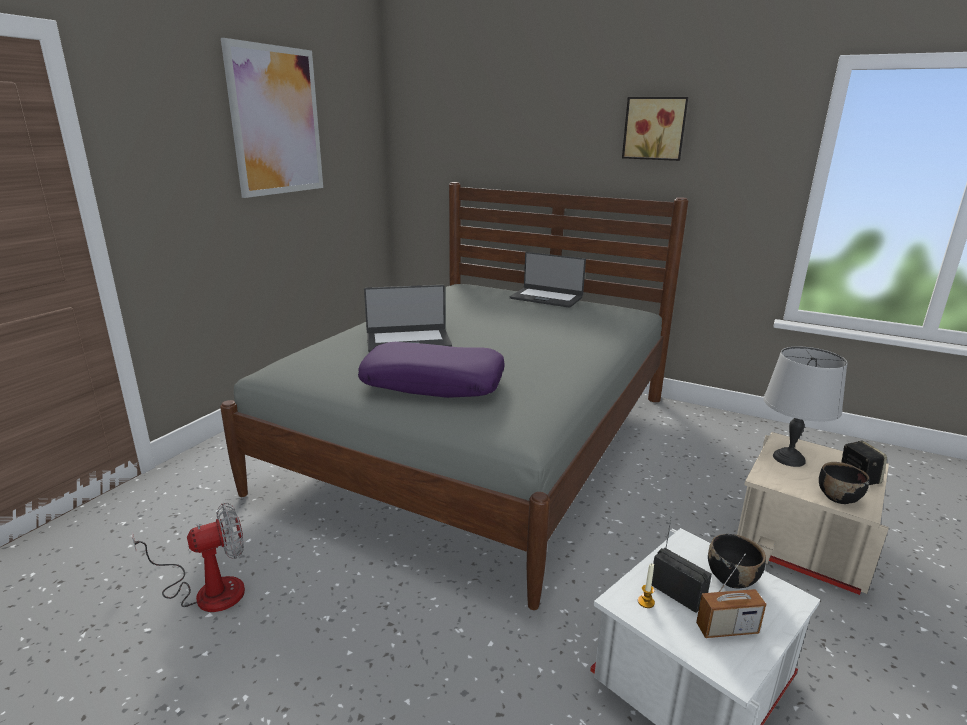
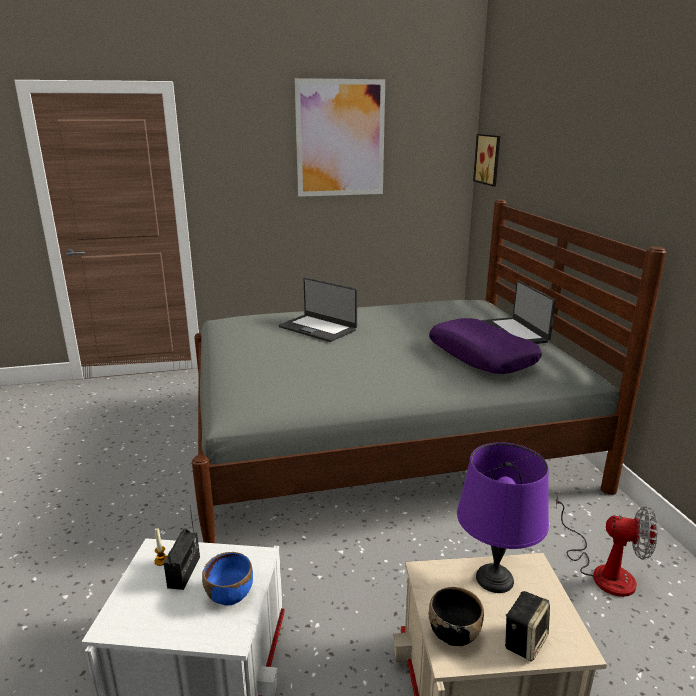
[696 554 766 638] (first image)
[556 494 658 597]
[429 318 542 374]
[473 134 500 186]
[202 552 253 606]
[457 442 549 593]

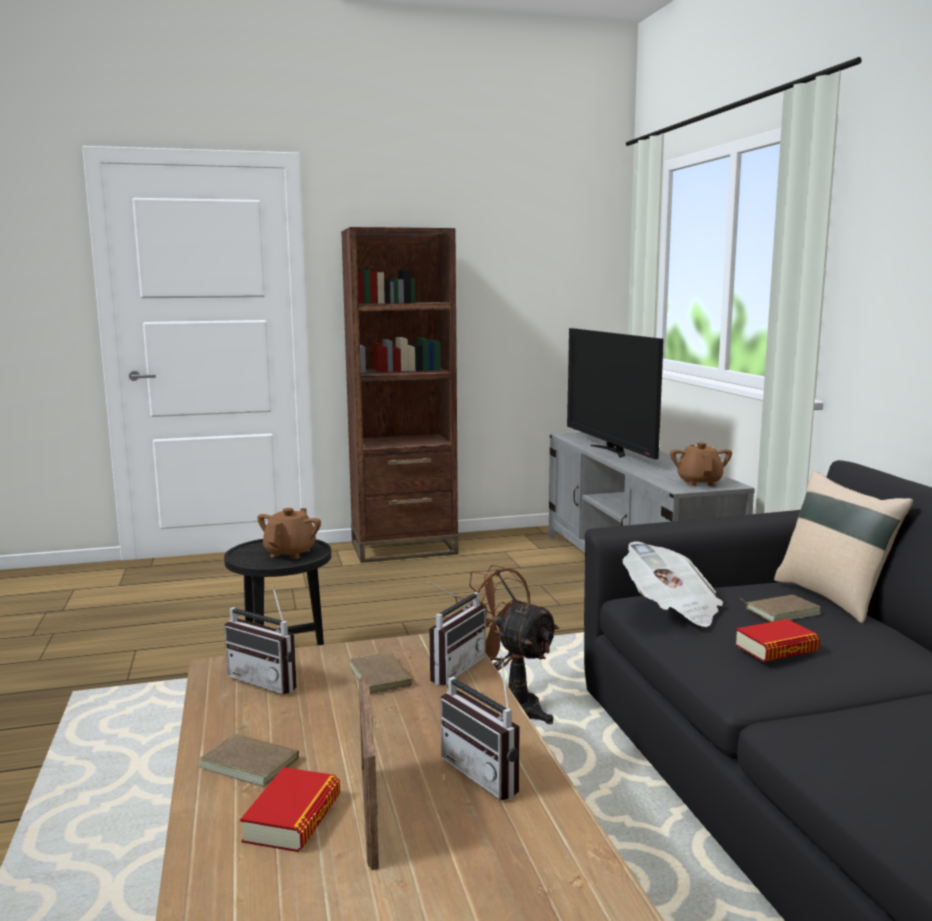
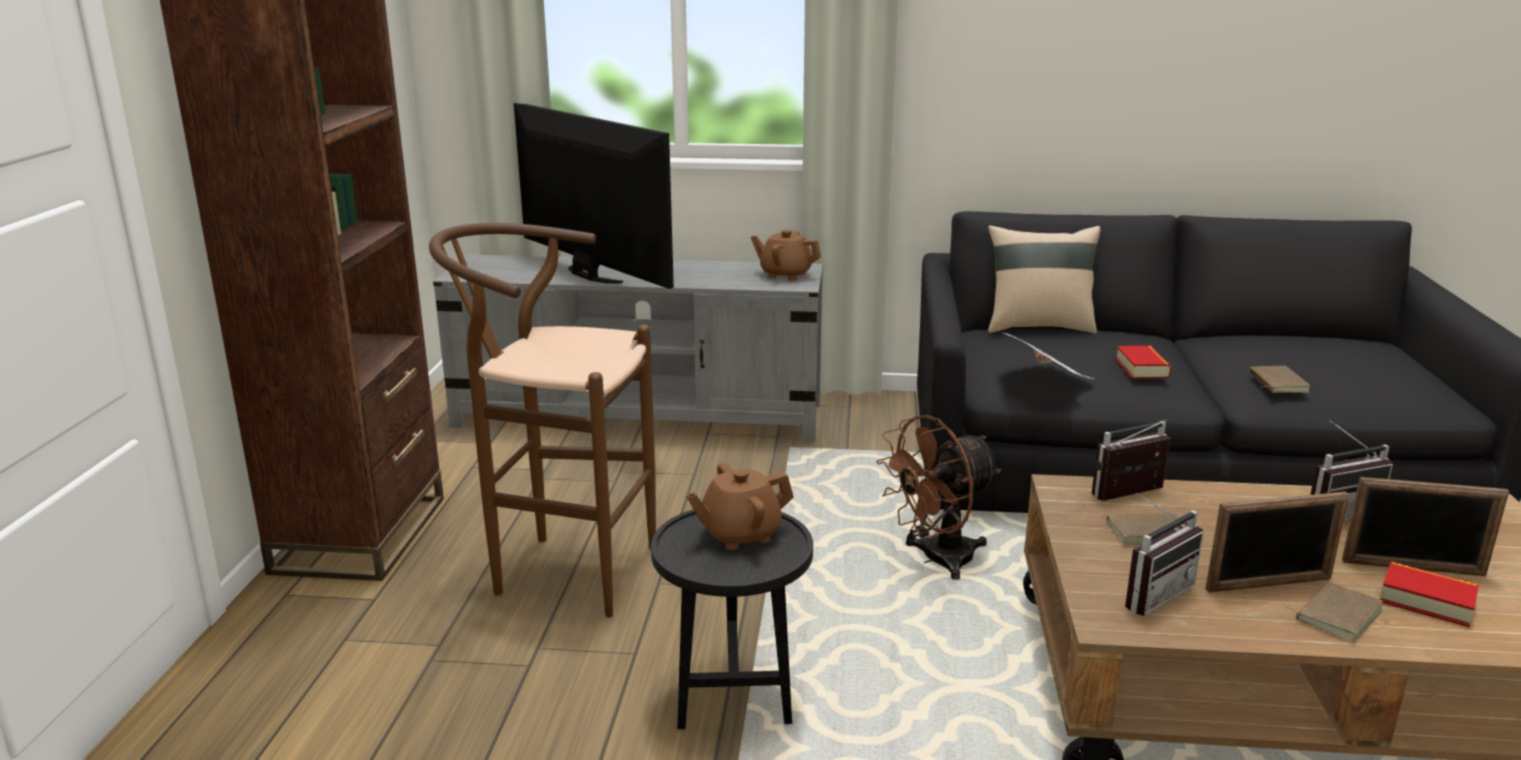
[429 223 656 618]
[1205 492 1349 593]
[1250 366 1311 393]
[686 463 794 550]
[1092 420 1170 501]
[514 103 674 289]

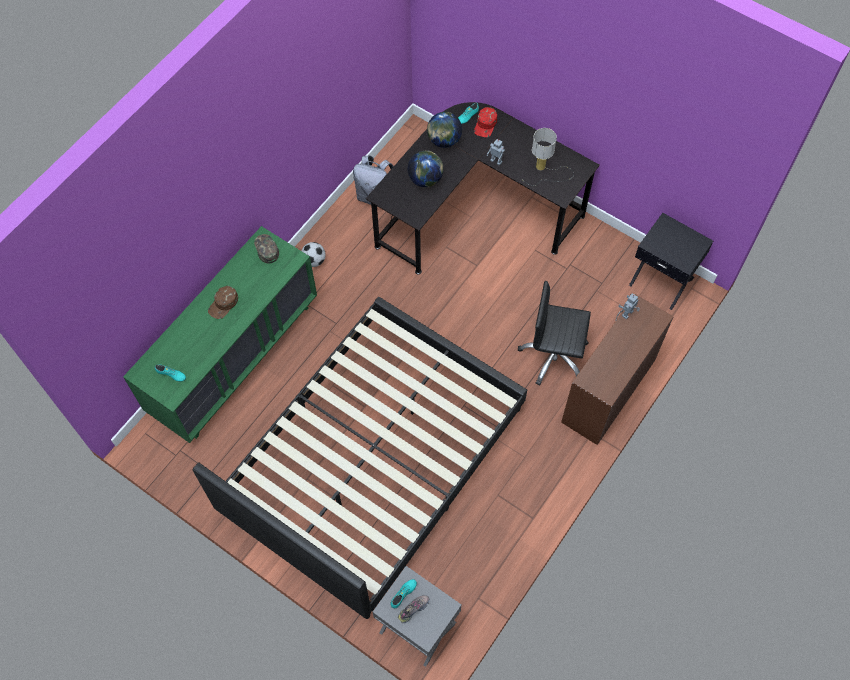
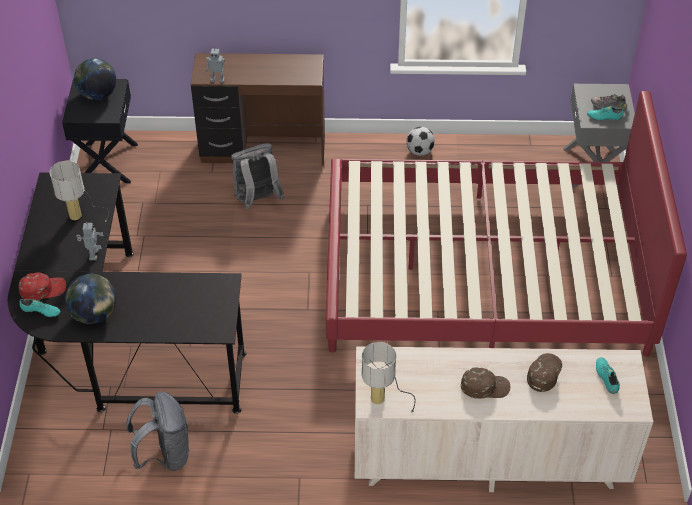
[527 353 562 392]
[406 127 435 156]
[74 58 116 100]
[361 342 416 413]
[231 143 285 210]
[355 346 653 492]
[326 91 687 357]

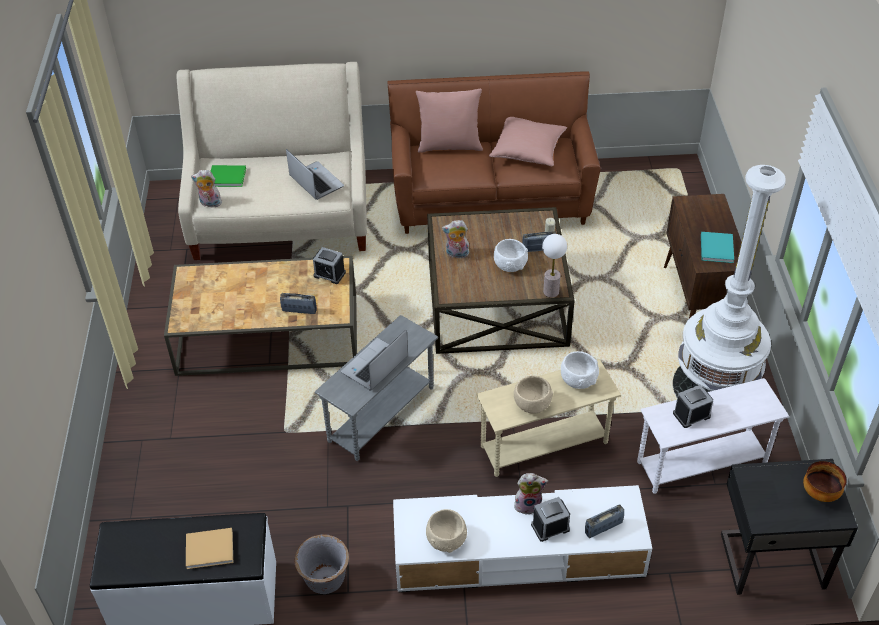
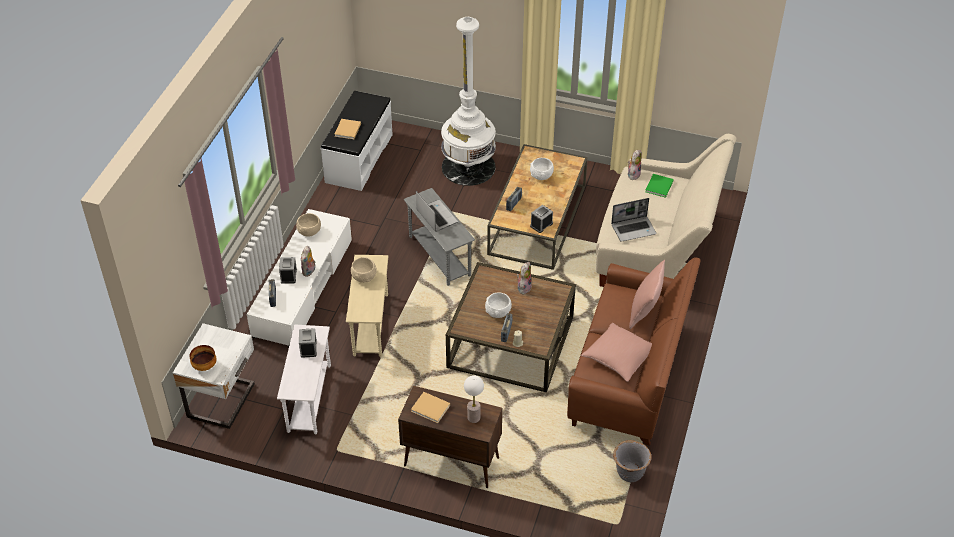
[613 440 651 482]
[464 375 484 423]
[530 158 554 180]
[441 17 496 186]
[411 392 450 423]
[173 323 255 429]

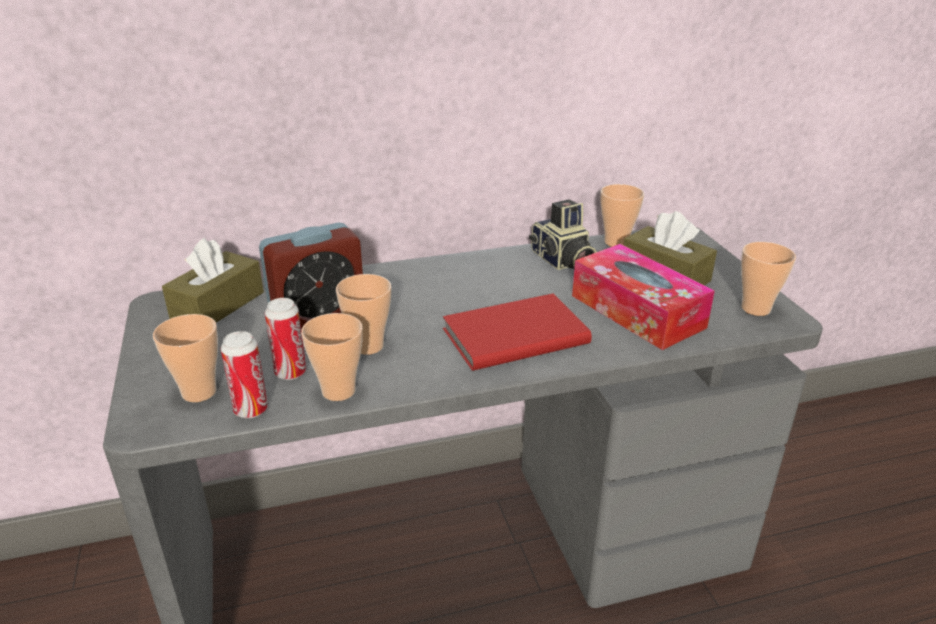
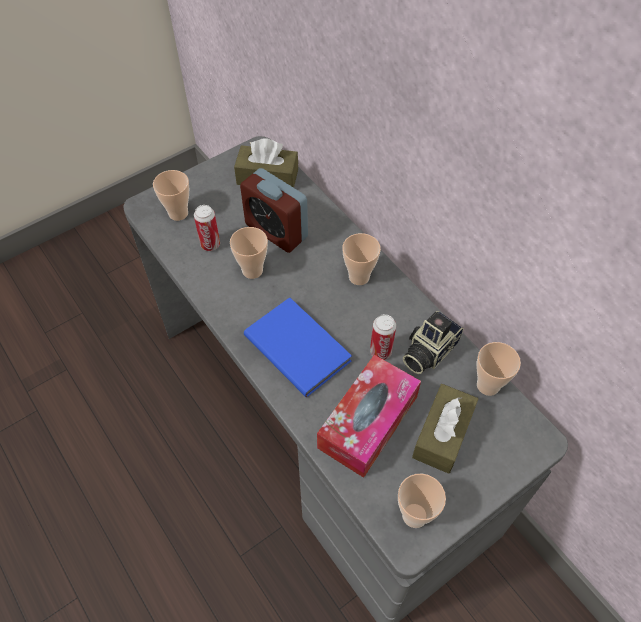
[370 314 396 360]
[342 233 381 285]
[244 297 352 397]

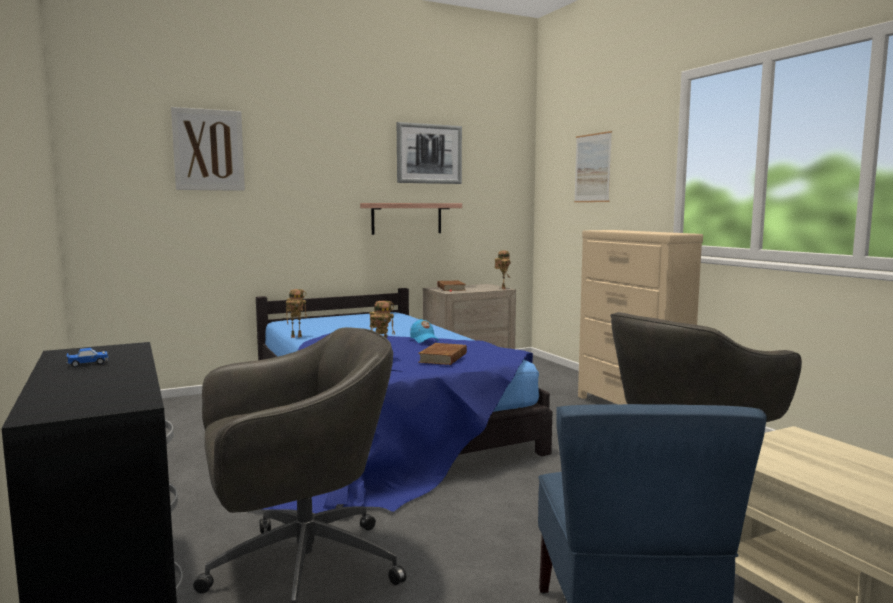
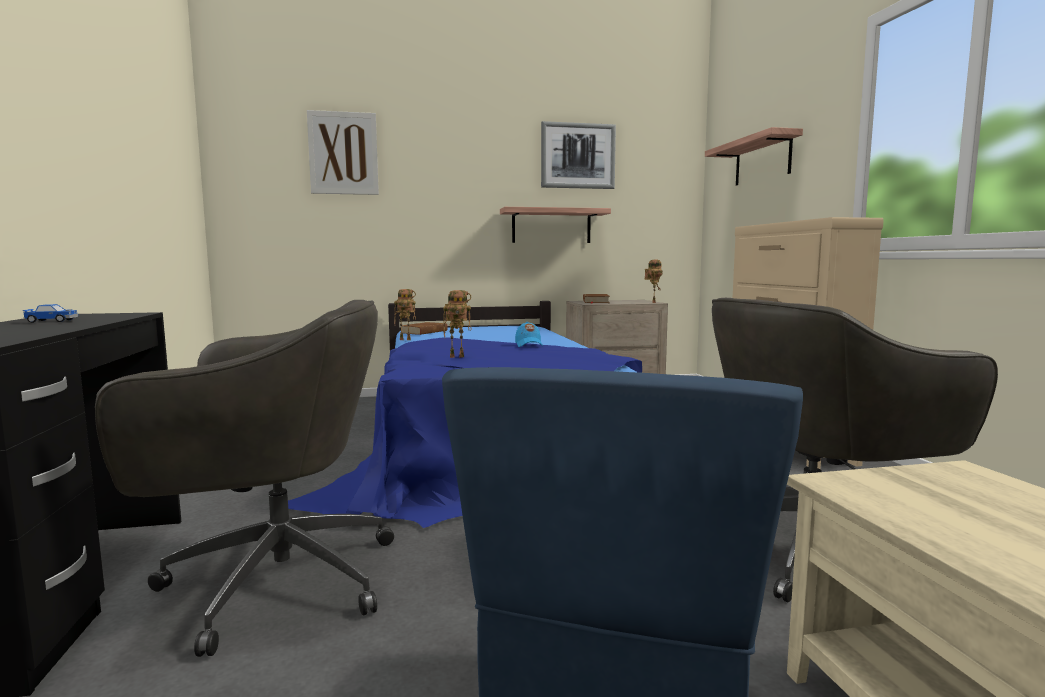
[402 322 448 335]
[705 127 803 186]

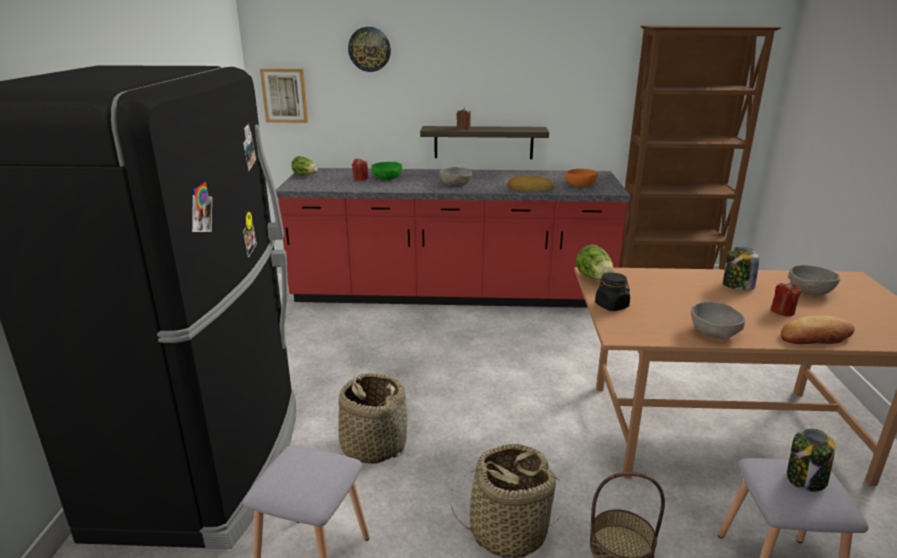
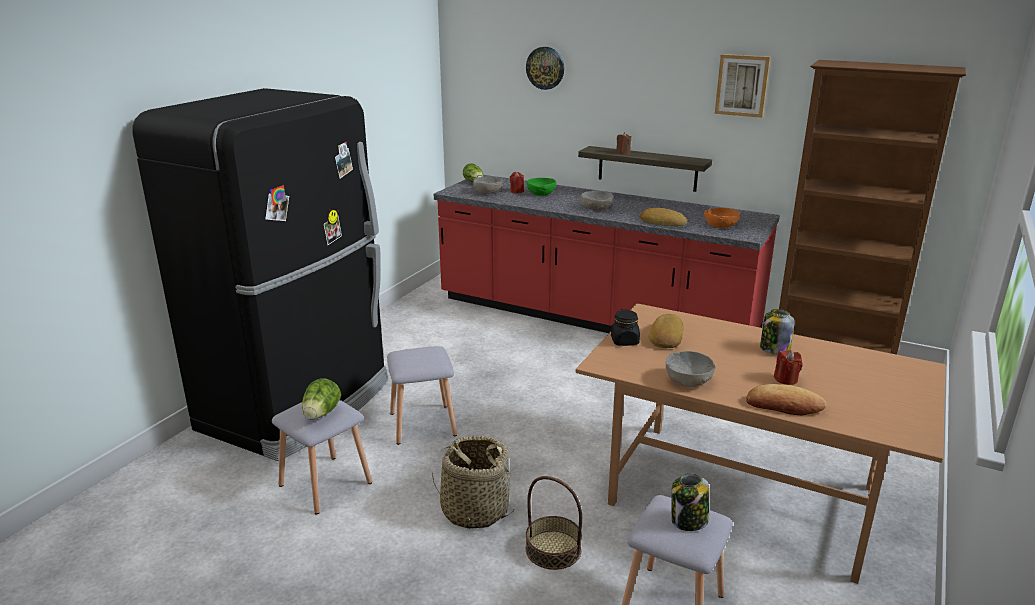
[648 314 683 348]
[715 54 771 118]
[302 378 341 420]
[473 176 502 194]
[387 346 457 445]

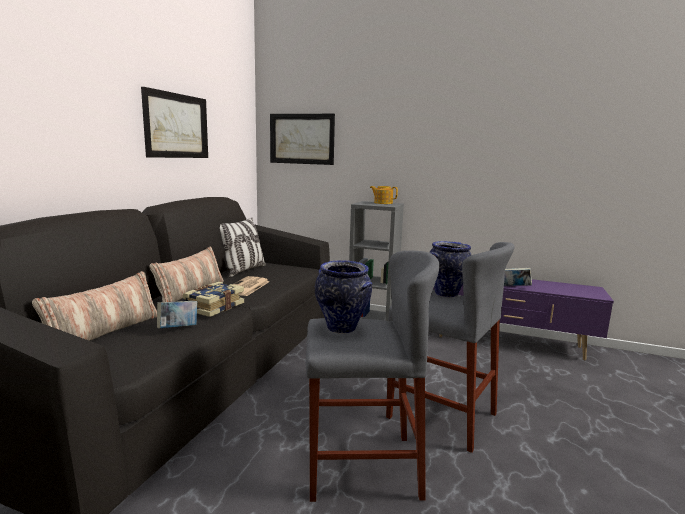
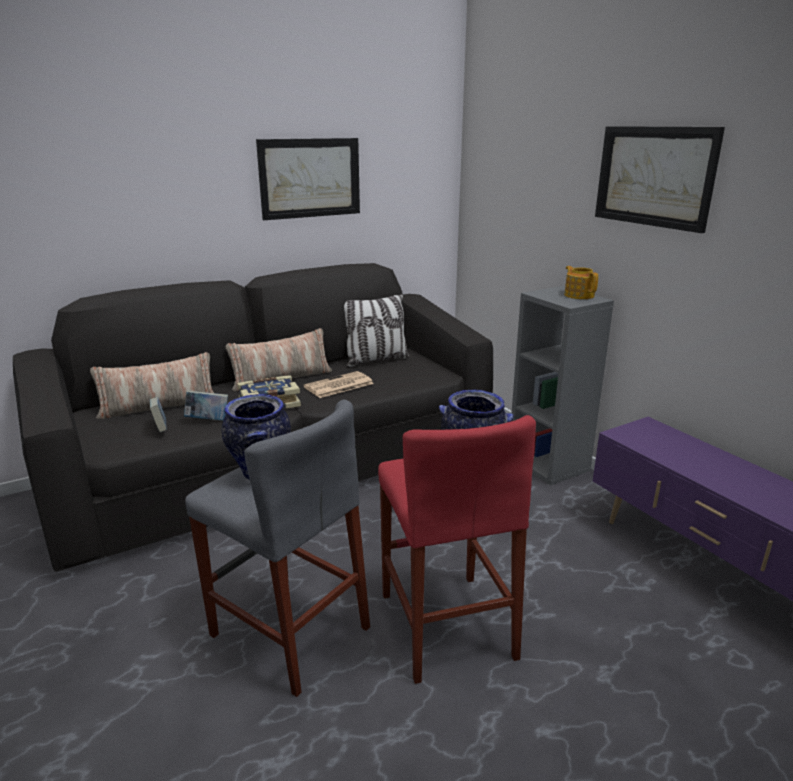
[595 126 725 233]
[150 397 167 432]
[378 415 536 684]

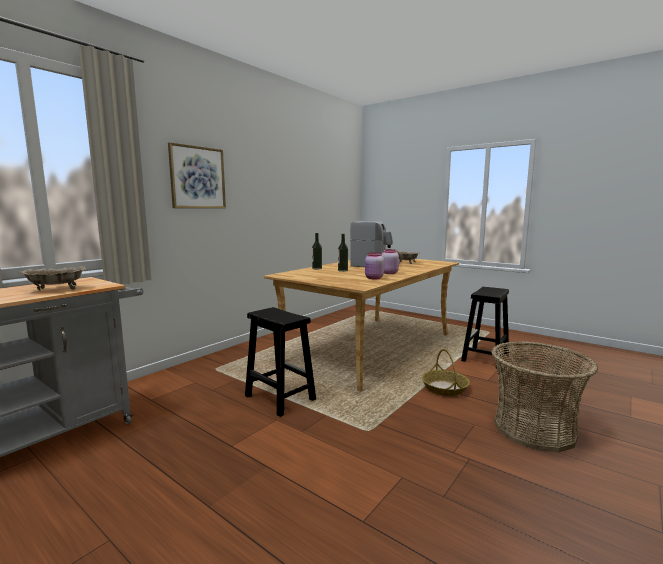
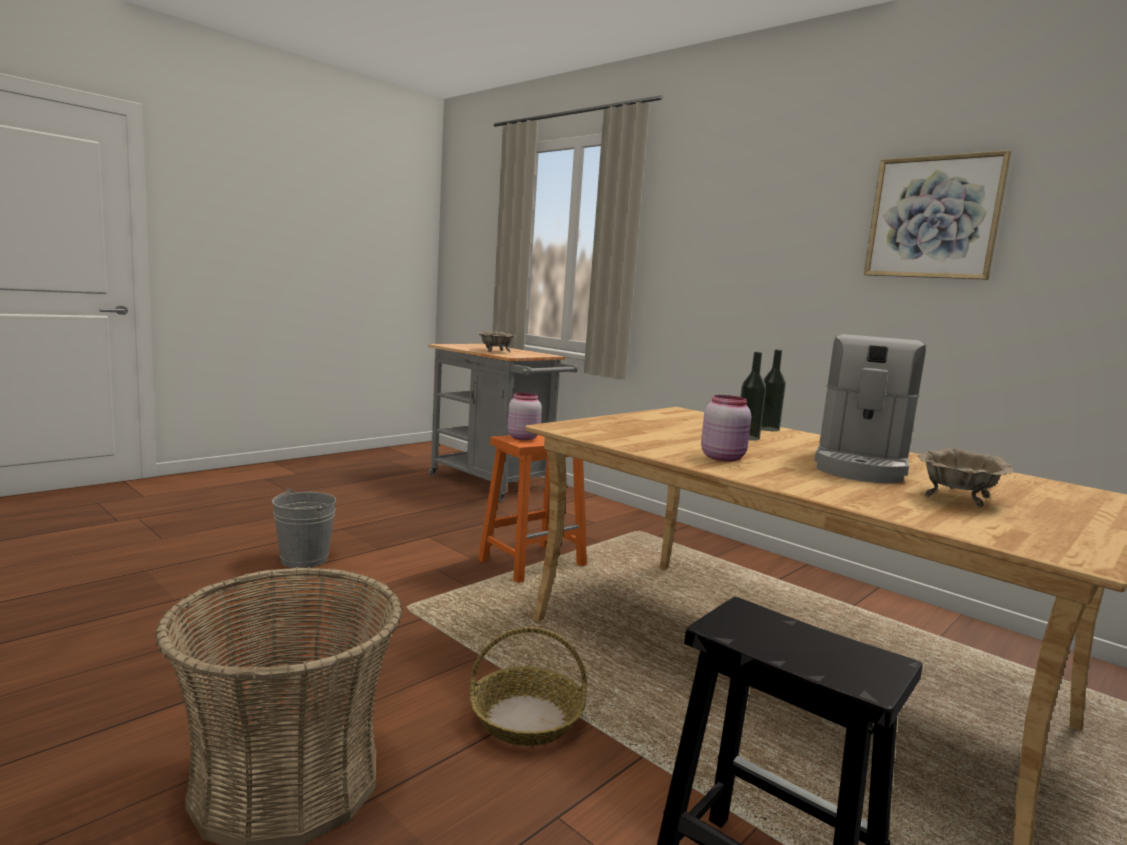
[272 489 336 568]
[864 150 1011 280]
[508 393 542 440]
[478 435 587 583]

